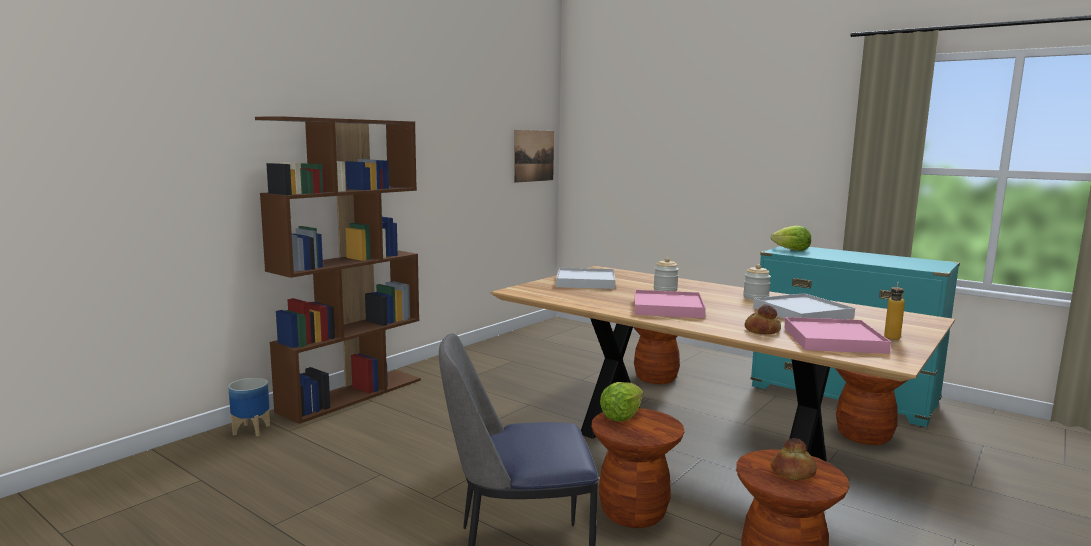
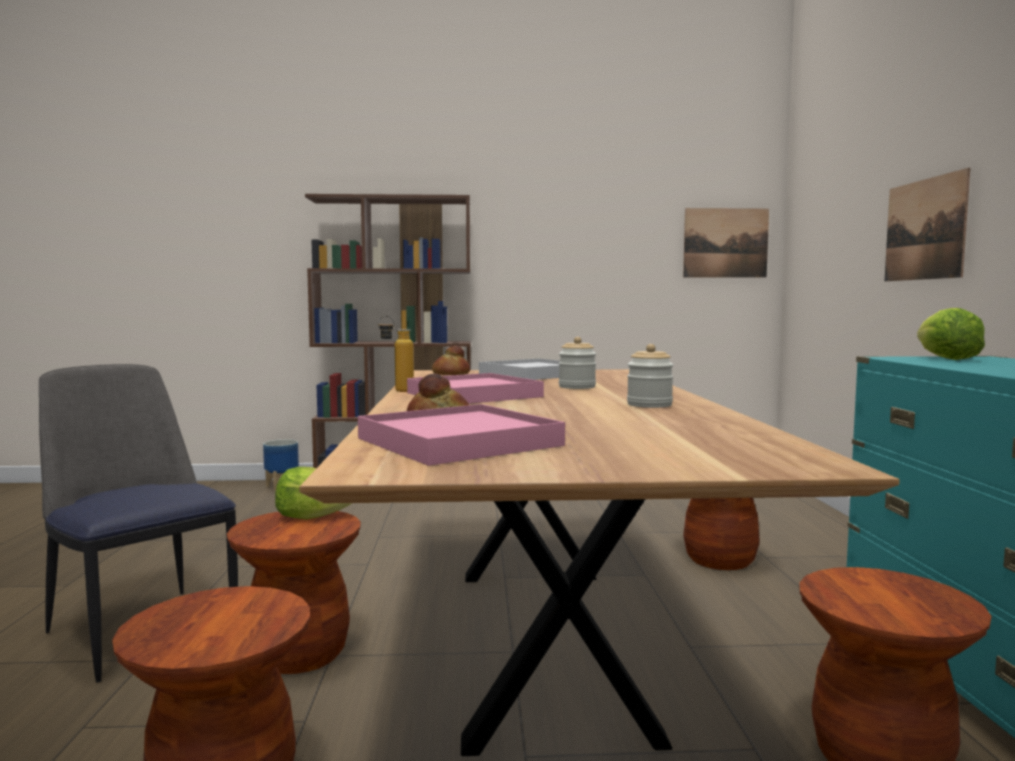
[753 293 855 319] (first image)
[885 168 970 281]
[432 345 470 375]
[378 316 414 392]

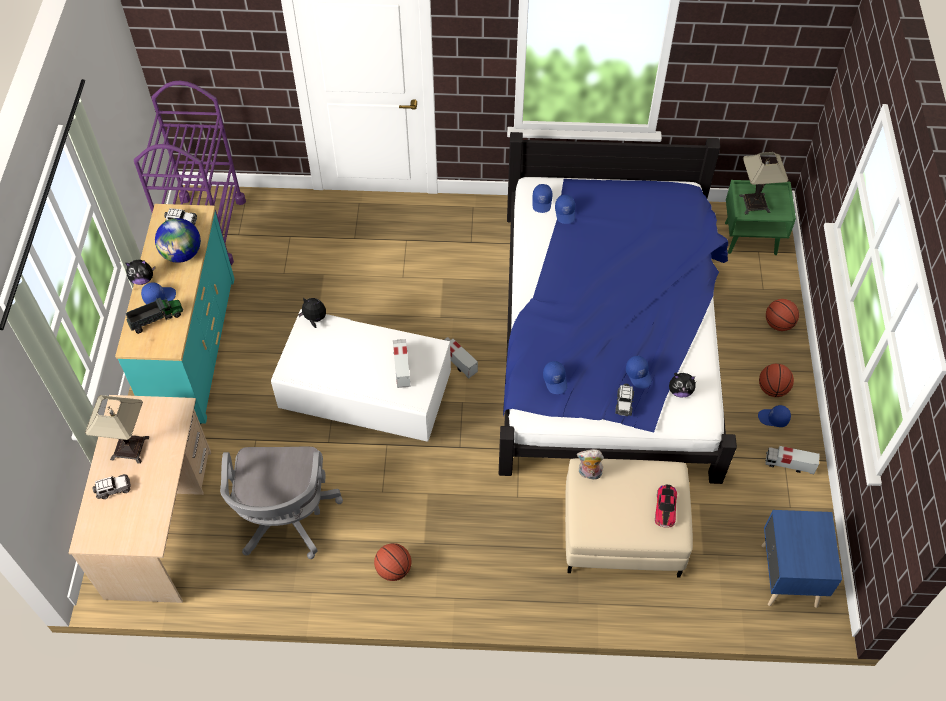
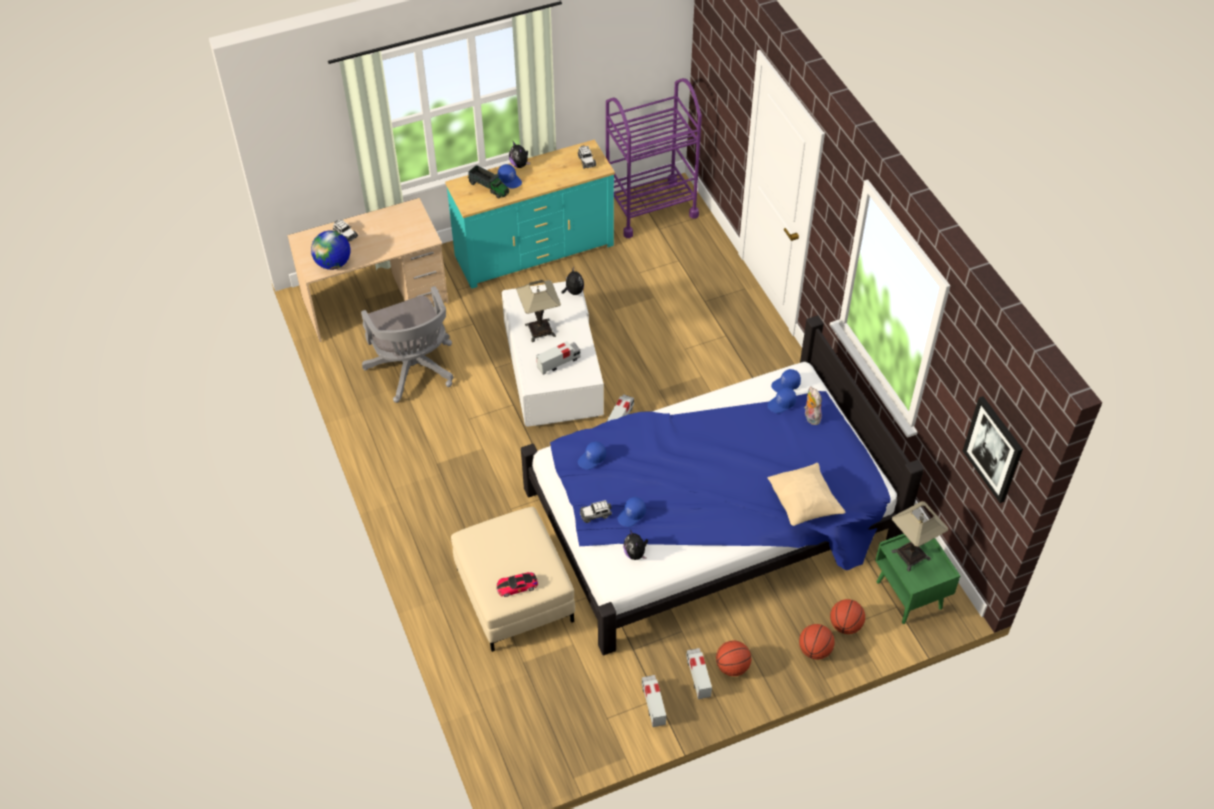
[762 510 842 608] (first image)
[768 463 845 526]
[963 396 1023 503]
[516 280 561 342]
[311 231 351 270]
[830 599 865 634]
[804 387 822 425]
[686 648 712 699]
[361 286 453 403]

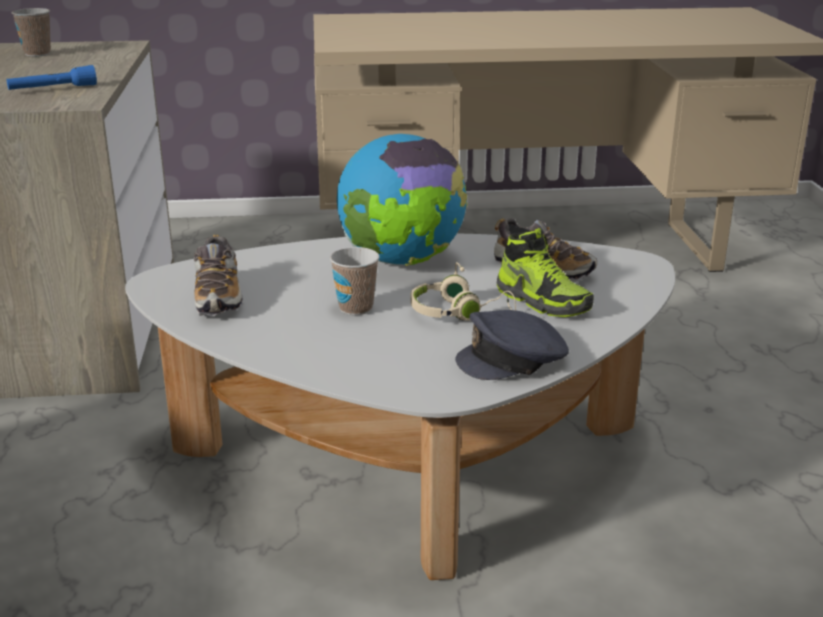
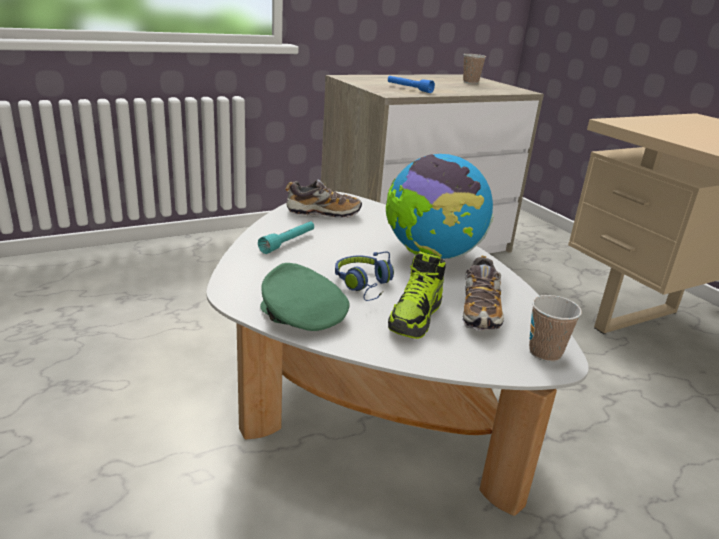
[258 221 314 254]
[529 295 582 362]
[335 251 394 301]
[260 263 350 331]
[285 179 362 218]

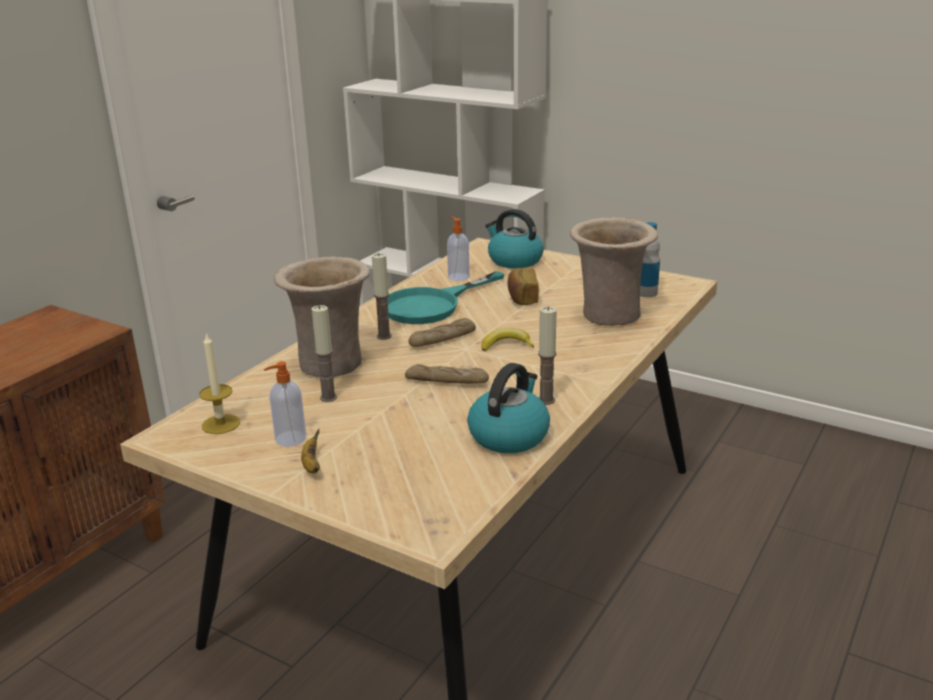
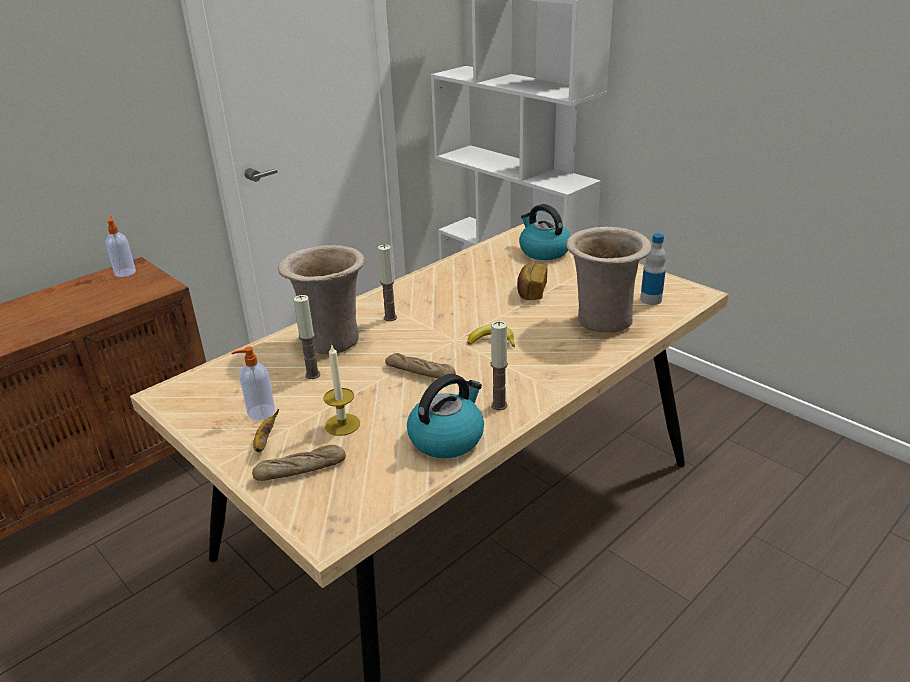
[387 271 505 324] (first image)
[323 344 360 436]
[252 445 346 481]
[105 216 136 277]

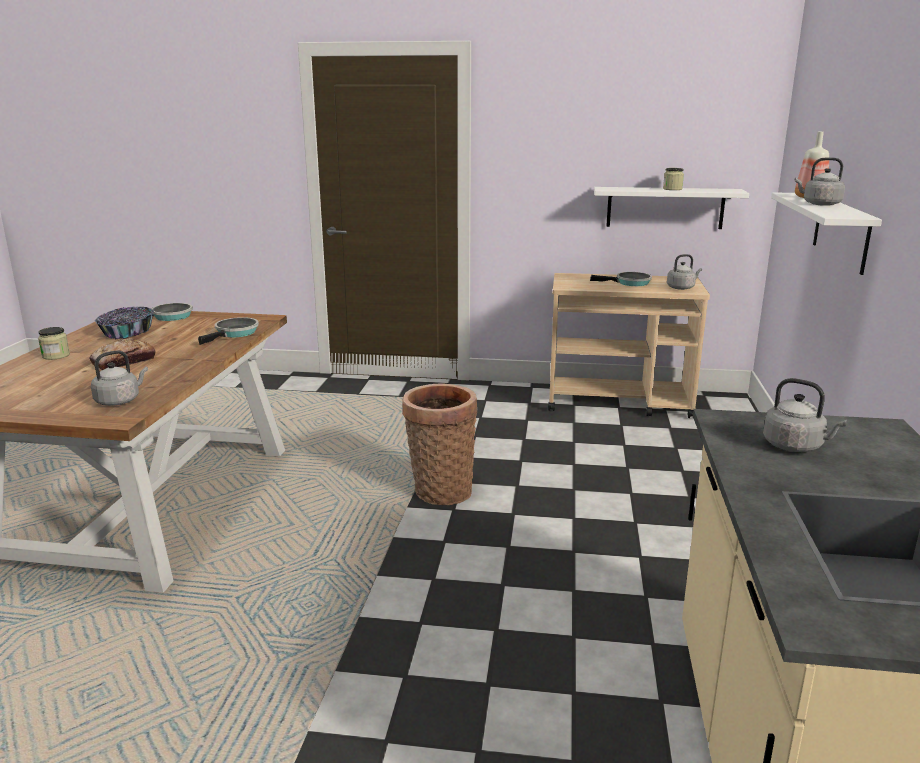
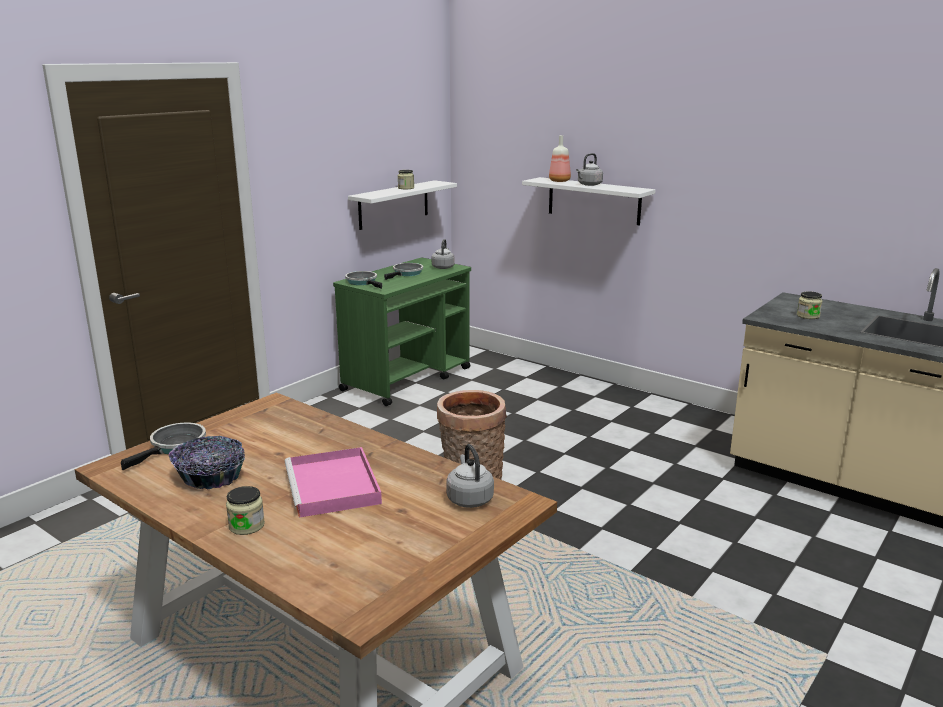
[345 271 382 289]
[285 447 382 518]
[797 291 822 319]
[333 258 471 406]

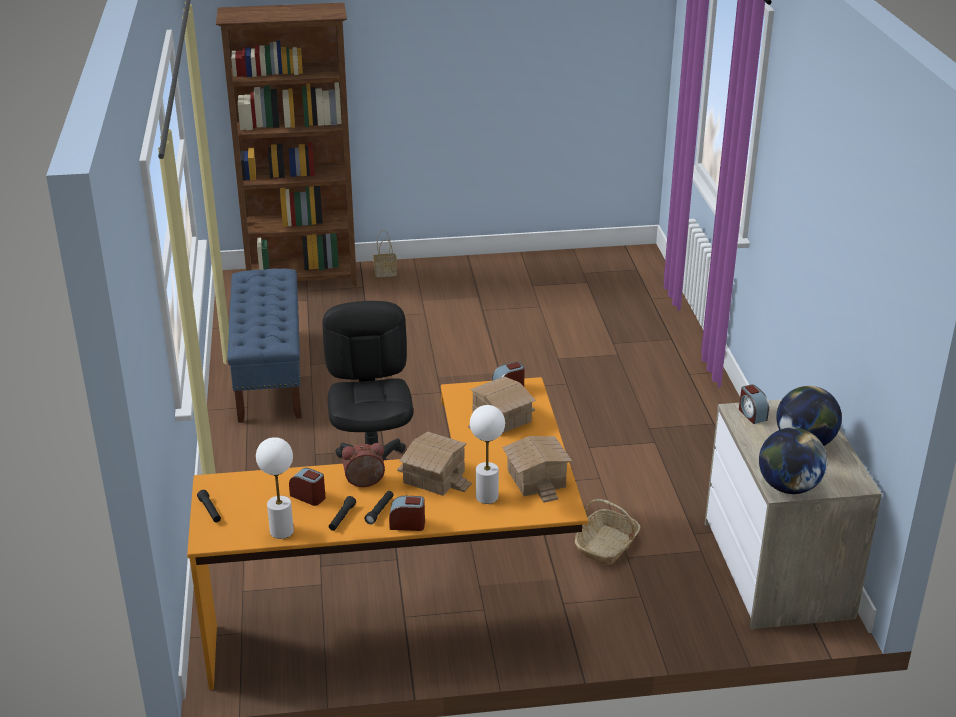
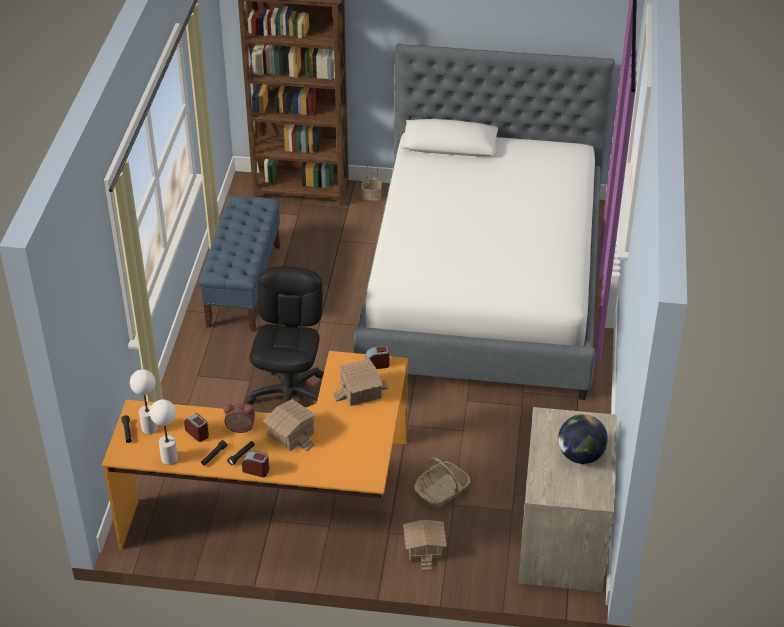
[739 384 769 424] (first image)
[759 427 827 494] (first image)
[354 44 615 400]
[130 369 158 434]
[403 520 447 571]

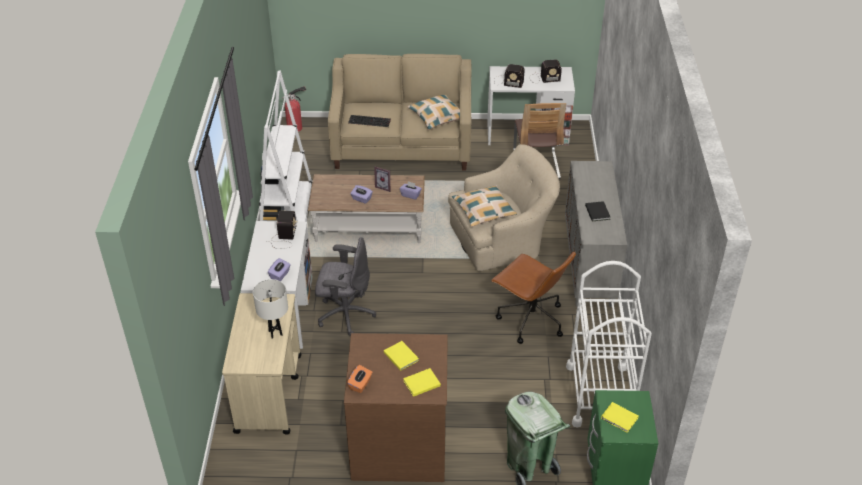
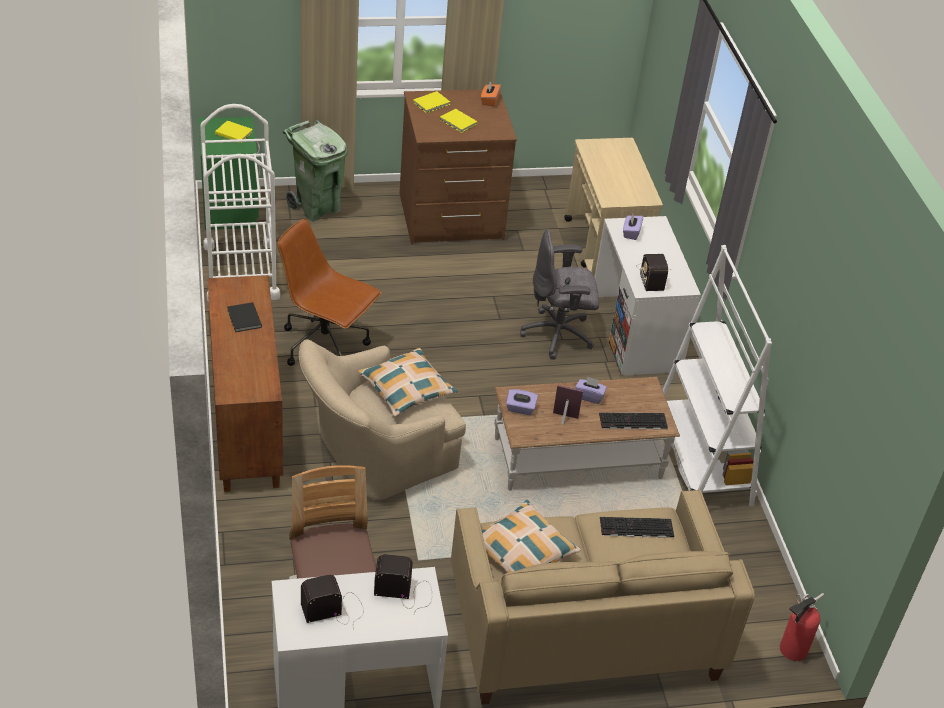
[253 279 288 339] (first image)
[599 413 668 429]
[207 275 283 492]

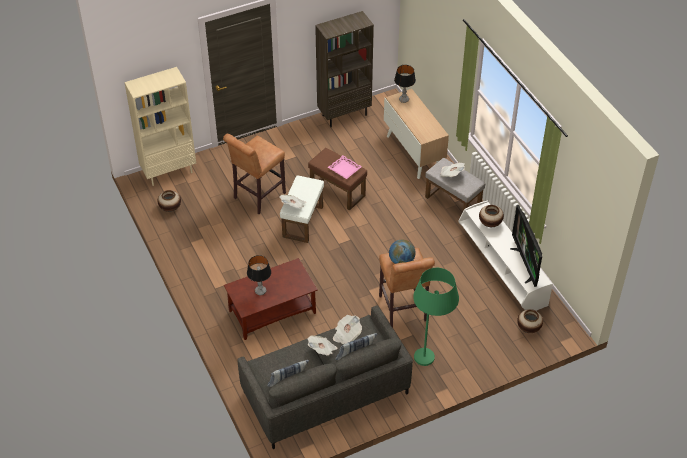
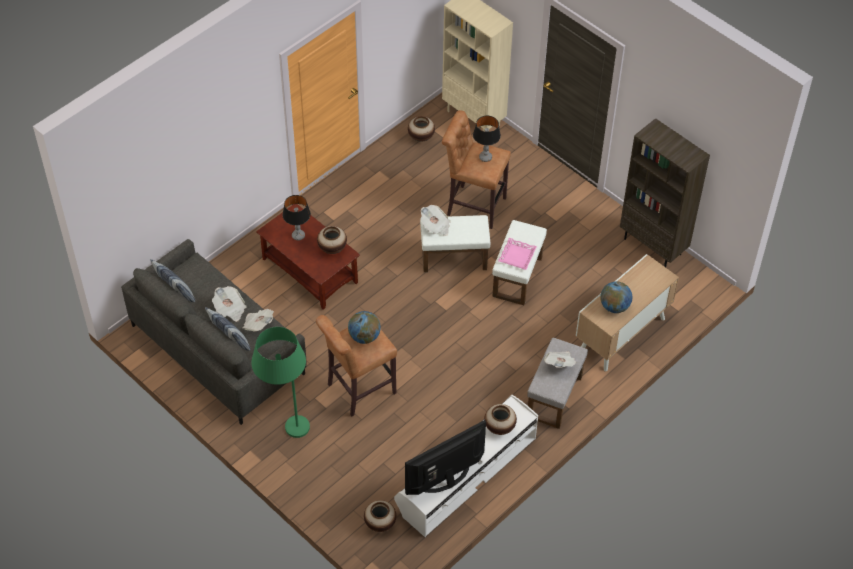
[317 226 347 254]
[600 281 632 313]
[473 116 501 162]
[492 220 547 305]

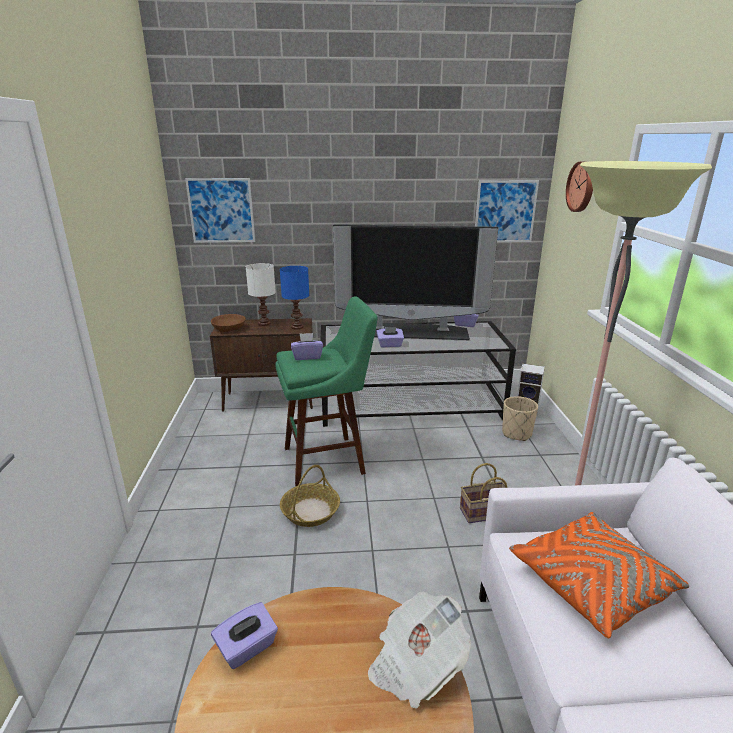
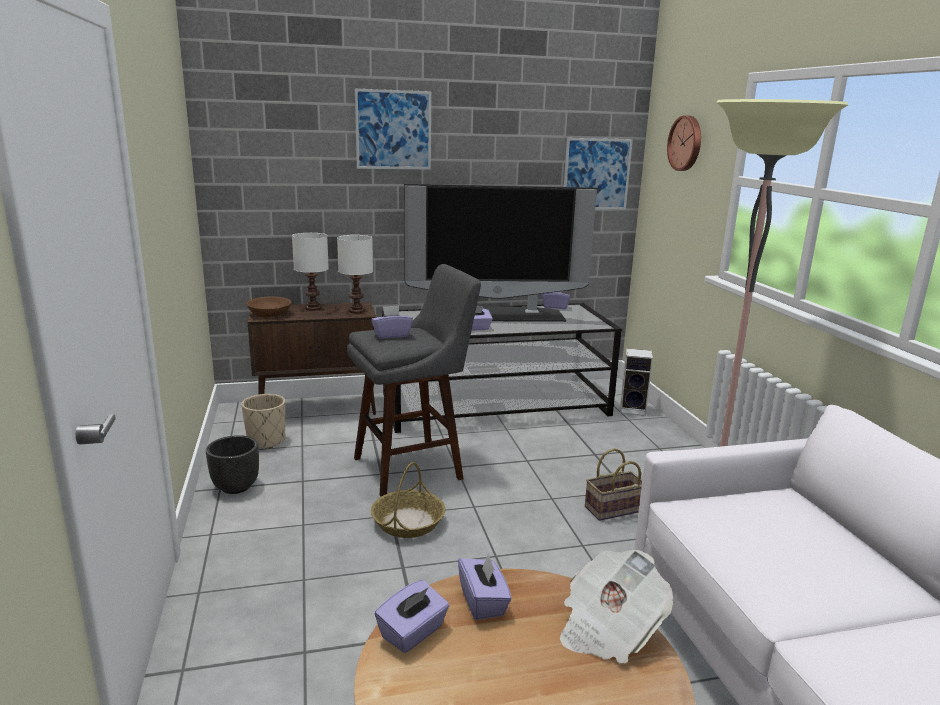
[509 512 689 638] (first image)
[206 435 259 494]
[458 553 512 620]
[355 89 431 169]
[241 394 285 449]
[347 264 481 497]
[337 235 373 313]

